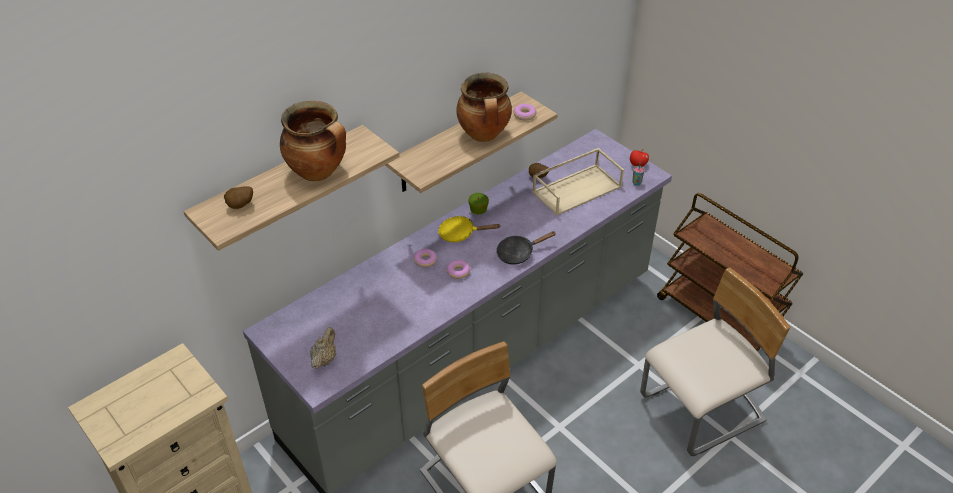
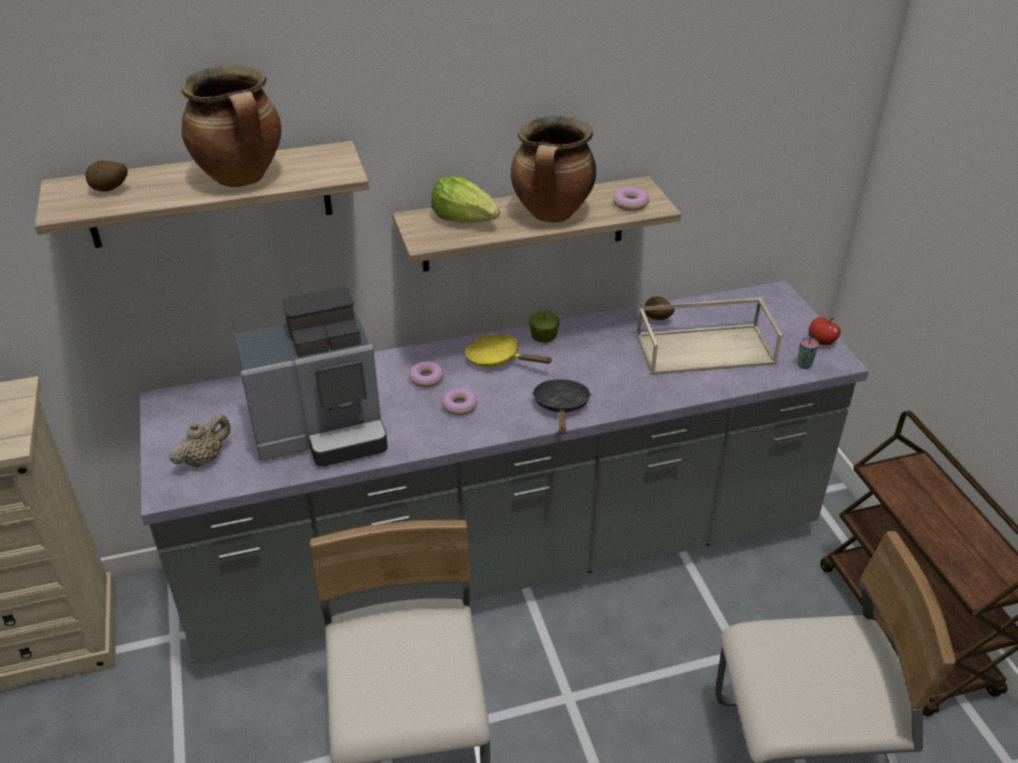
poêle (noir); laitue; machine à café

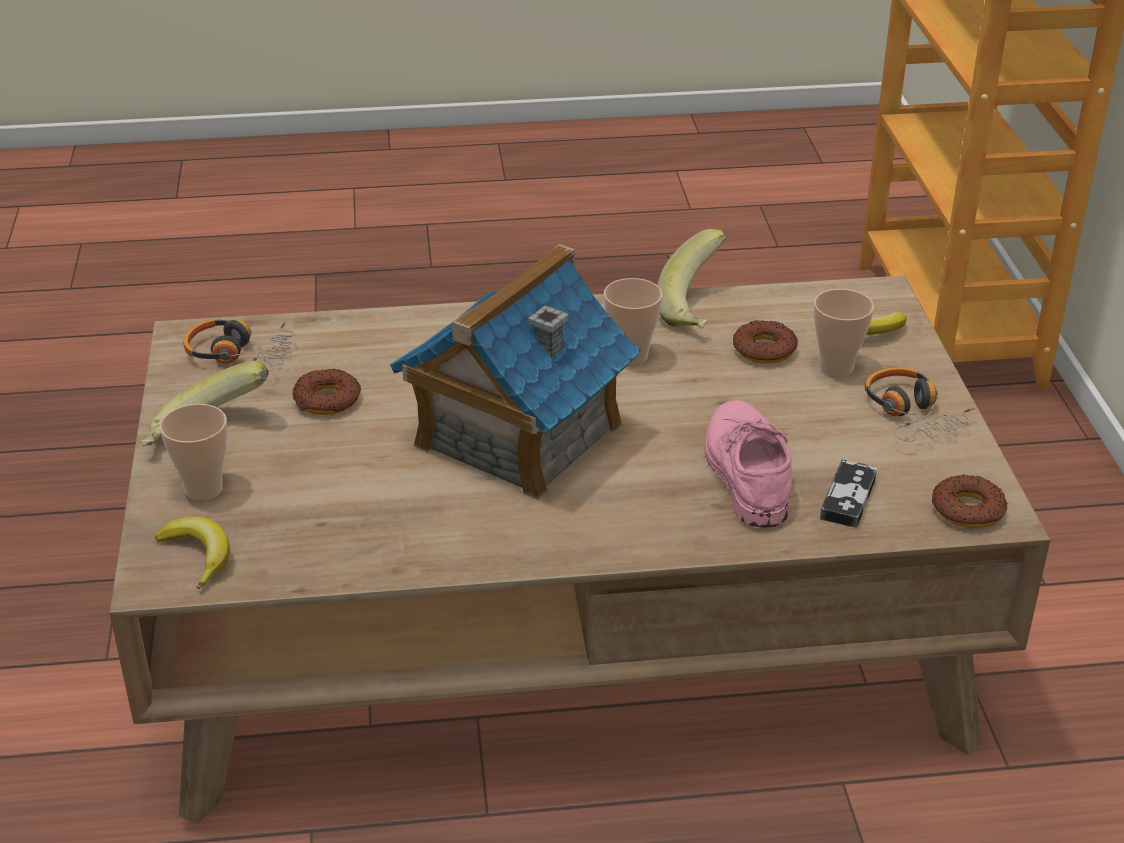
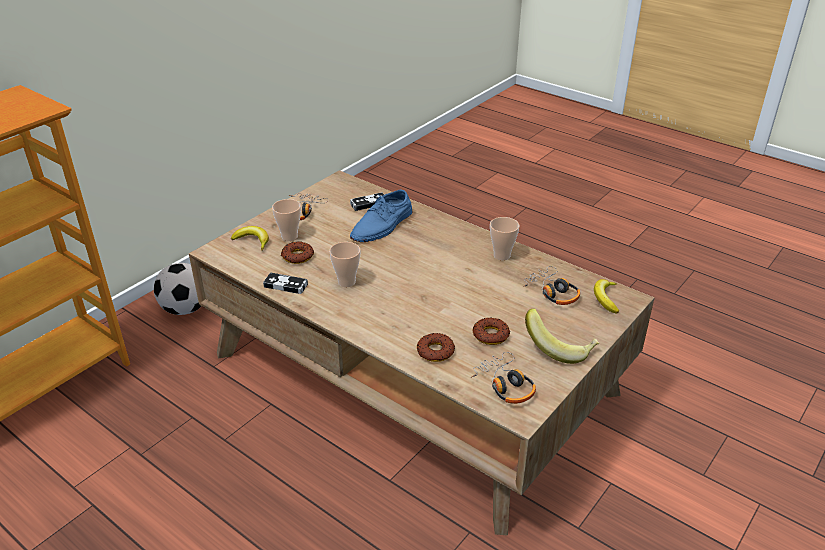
manette (no. 1 from left); maison miniature; chaussure (bleu); tasse (no. 3 from left); beignet (no. 2 from left); ballon de foot; casque audio (no. 3 from left)

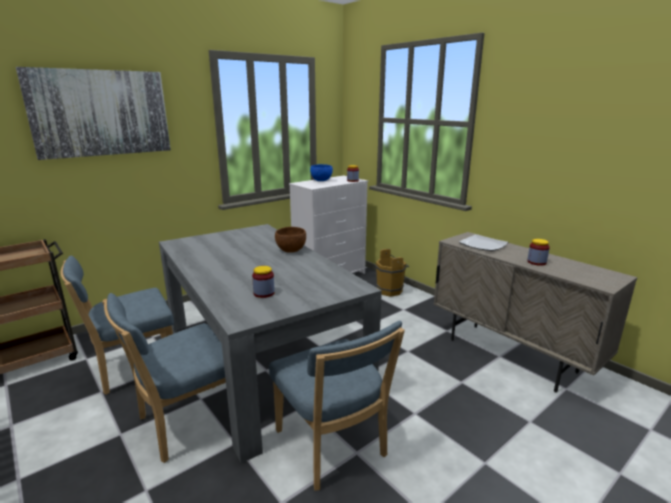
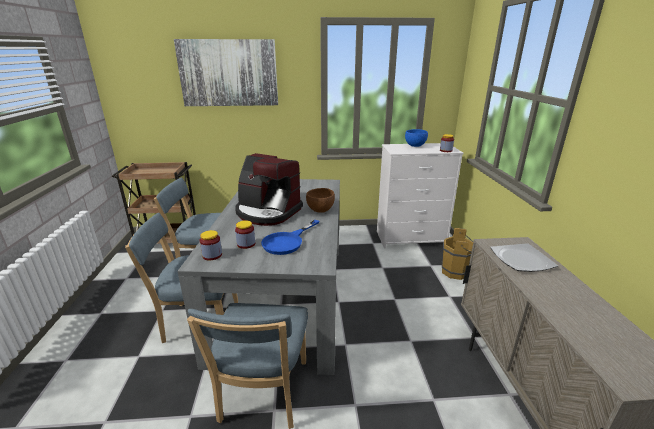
bocal (no. 1 from left); machine à café; poêle (bleu)

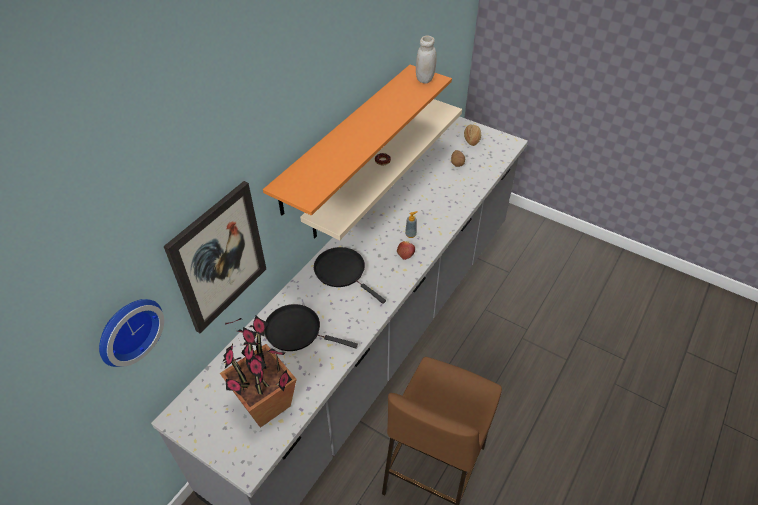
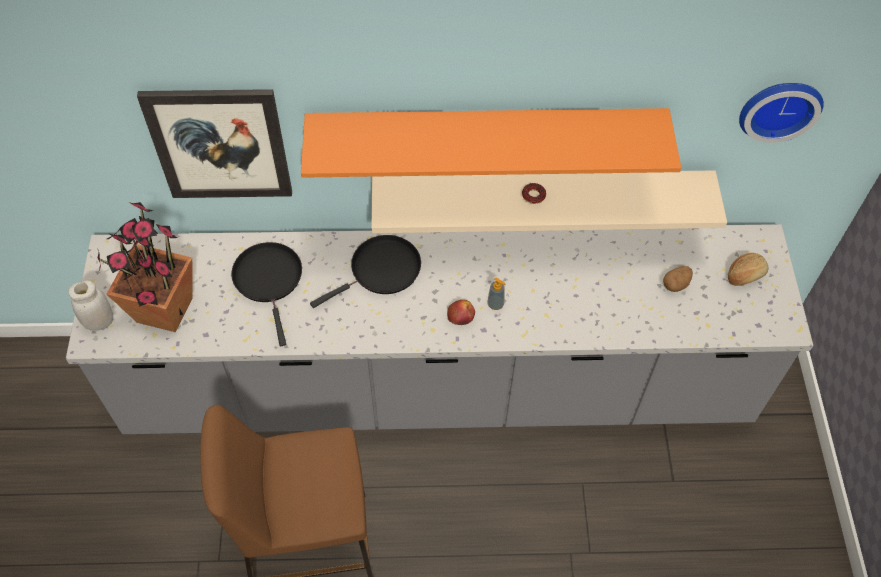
bocal (blanc); poêle (noir) (no. 2 from left); horloge murale

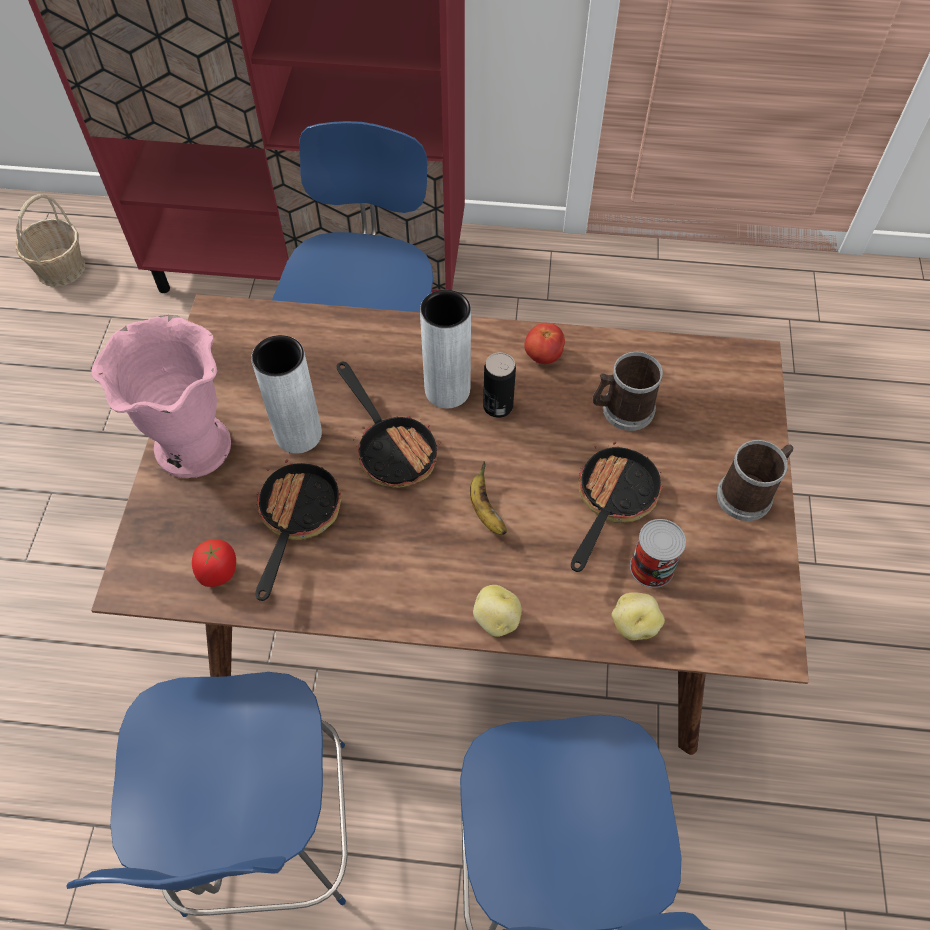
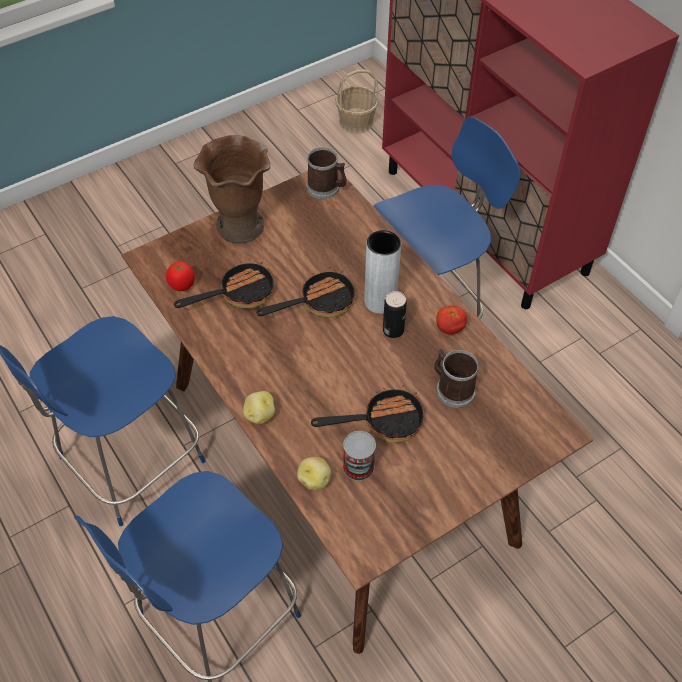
vase (marron); vase (gris) (no. 1 from left in the first image); poêle (no. 2 from left); mug (no. 1 from left); banane

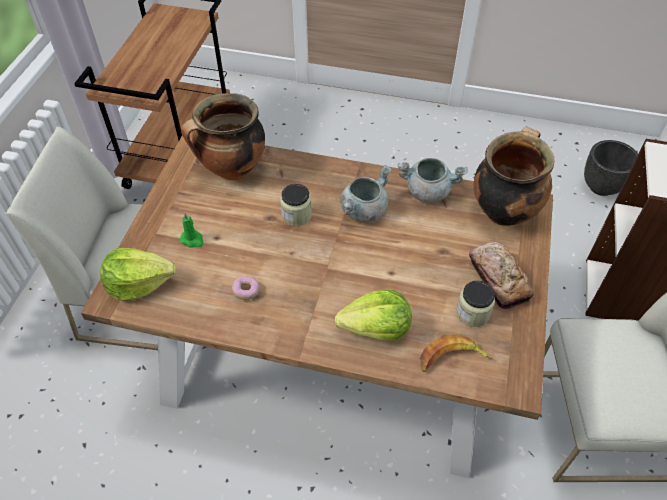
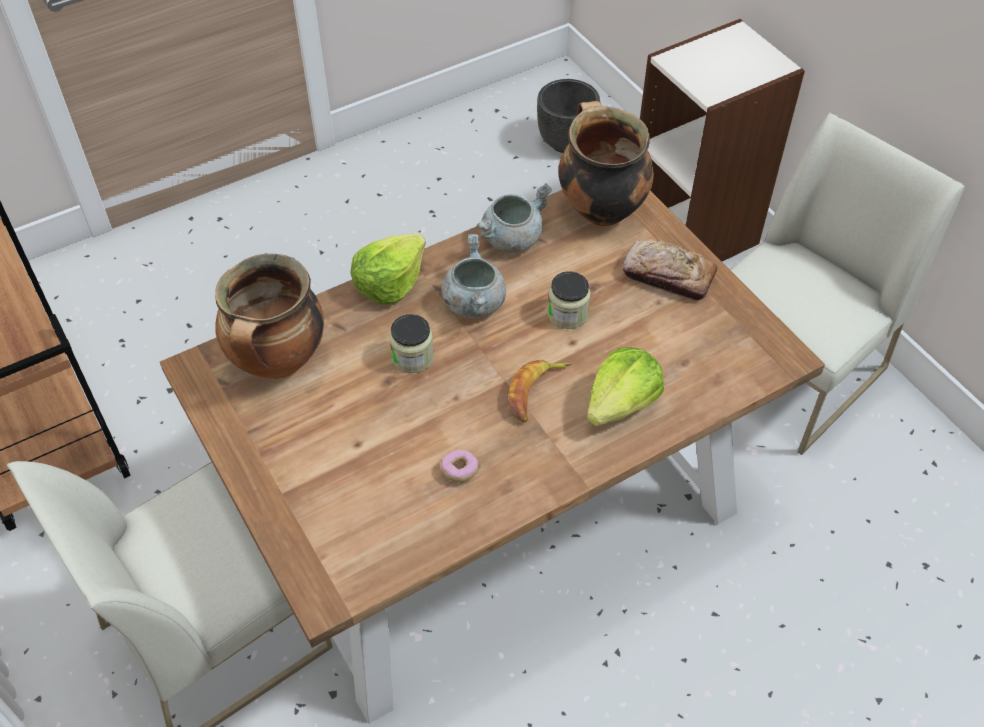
bougie (vert); laitue (no. 1 from left); bocal (no. 2 from left); banane

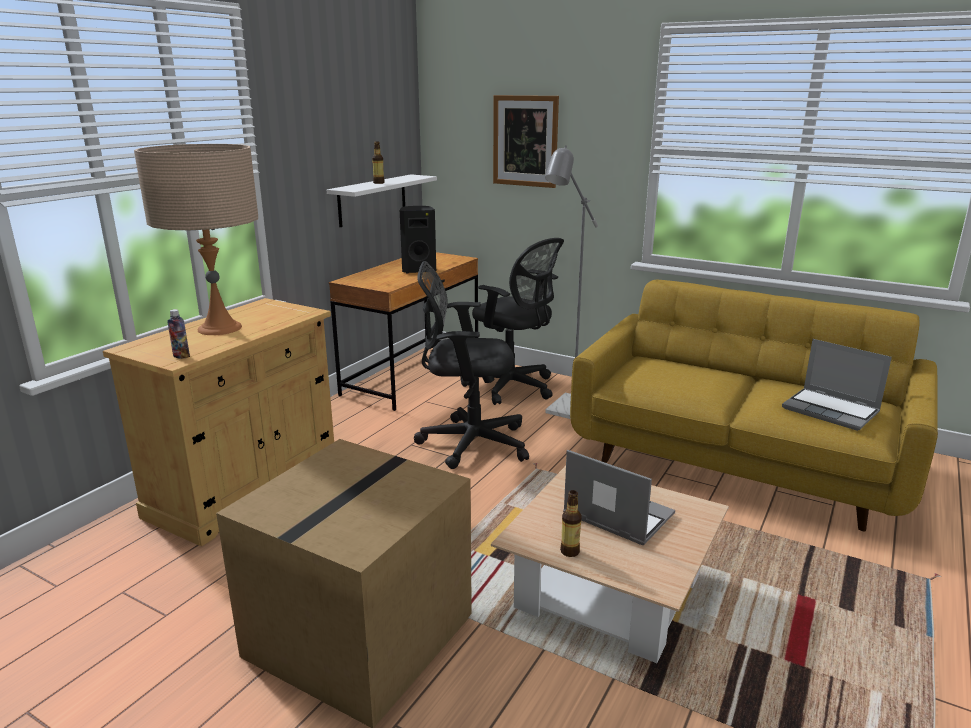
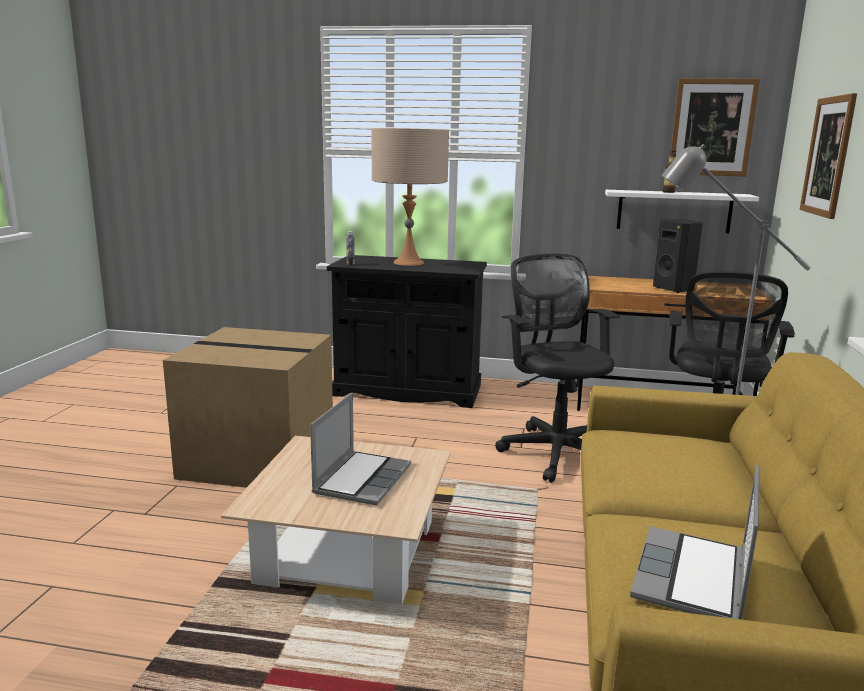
meuble de rangement (noir); bouteille (no. 3 from left in the first image); tableau (no. 1 from left)

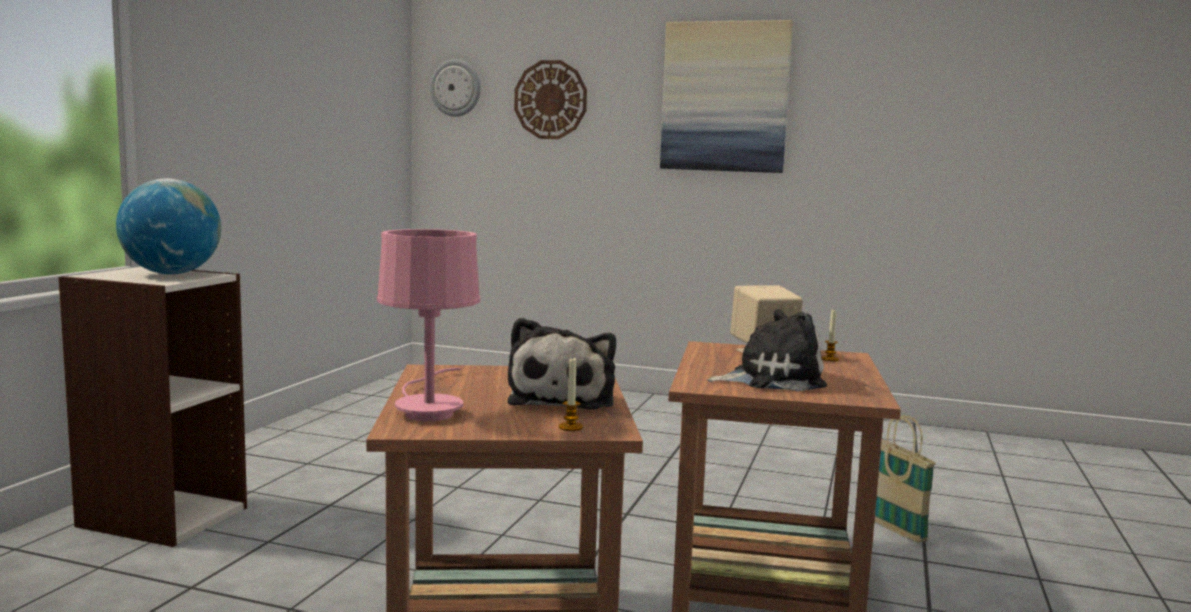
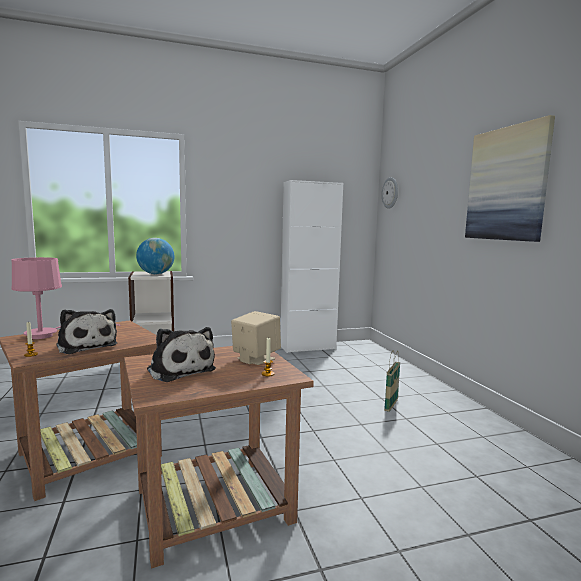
horloge murale (no. 2 from left in the first image); peluche (no. 1 from left); panier; meuble de rangement (blanc)

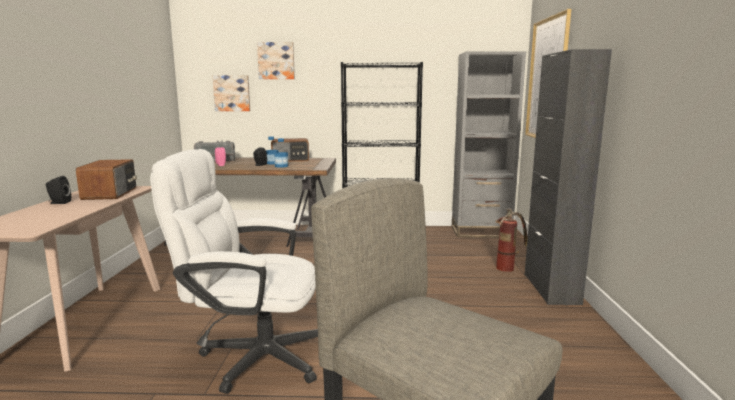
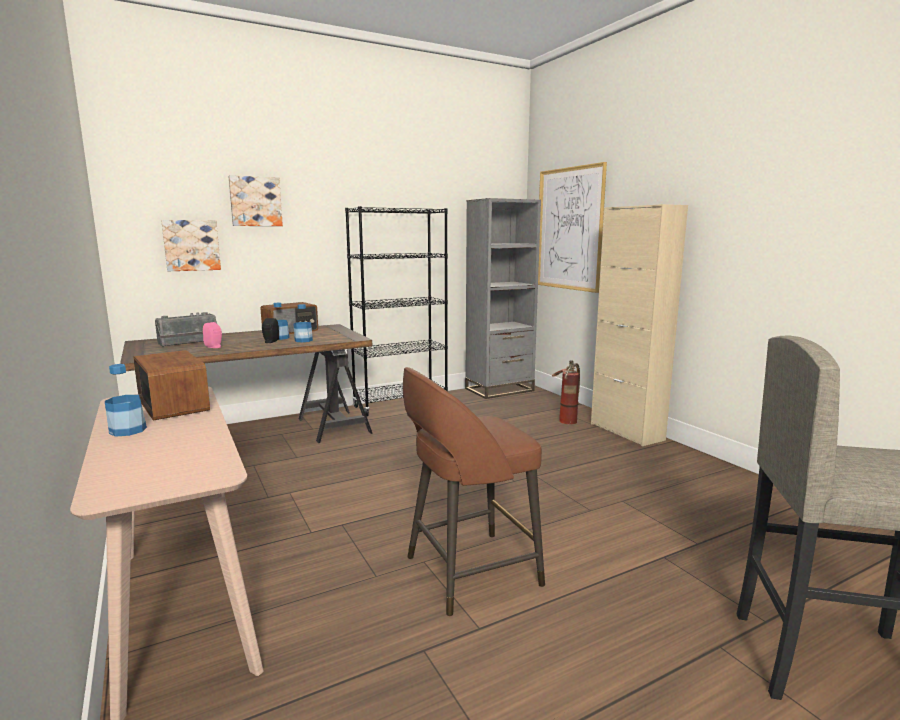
meuble de rangement (beige); tabouret (marron); bouteille (no. 1 from left)

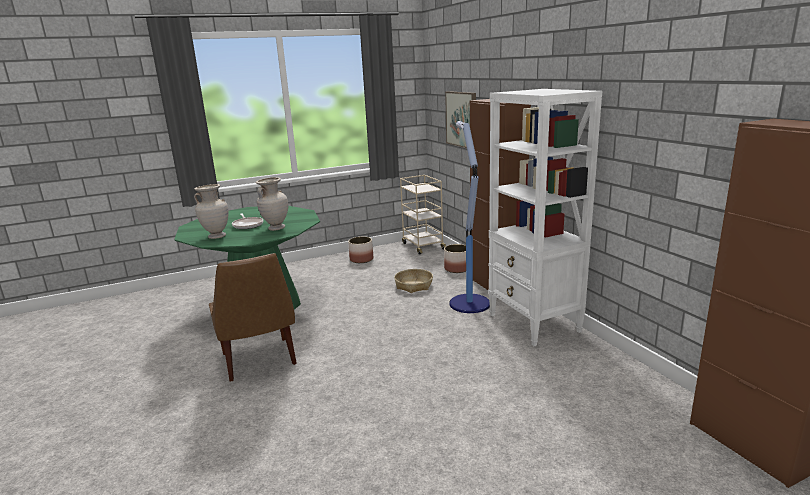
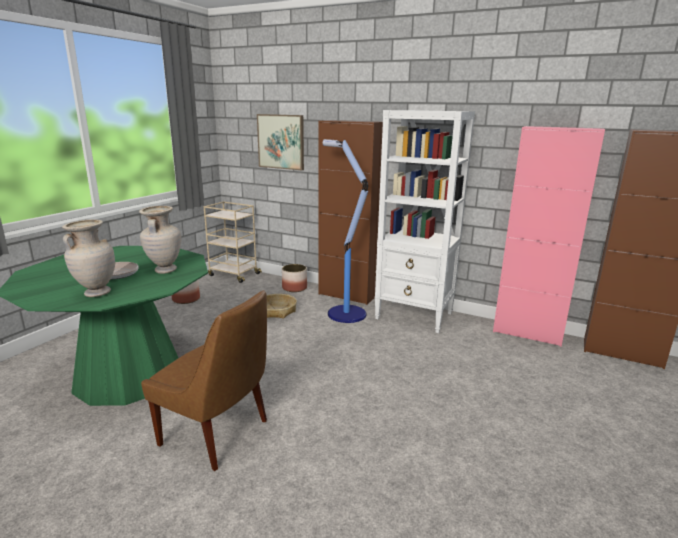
meuble de rangement (rose)

